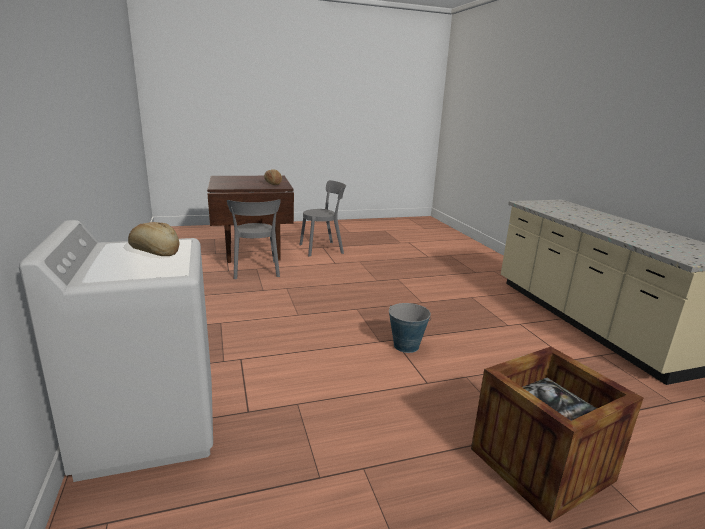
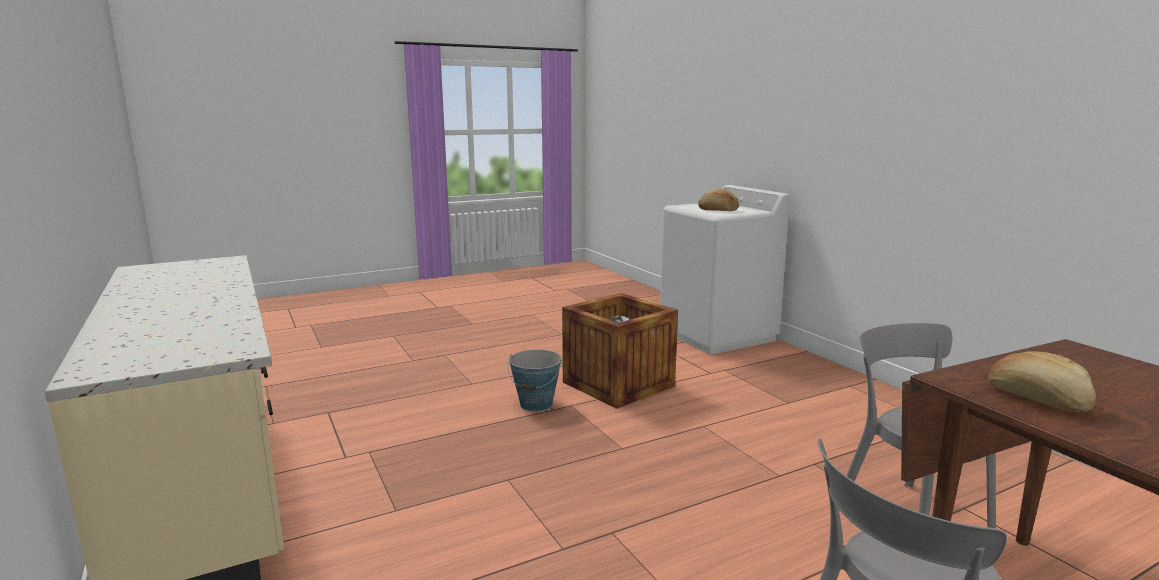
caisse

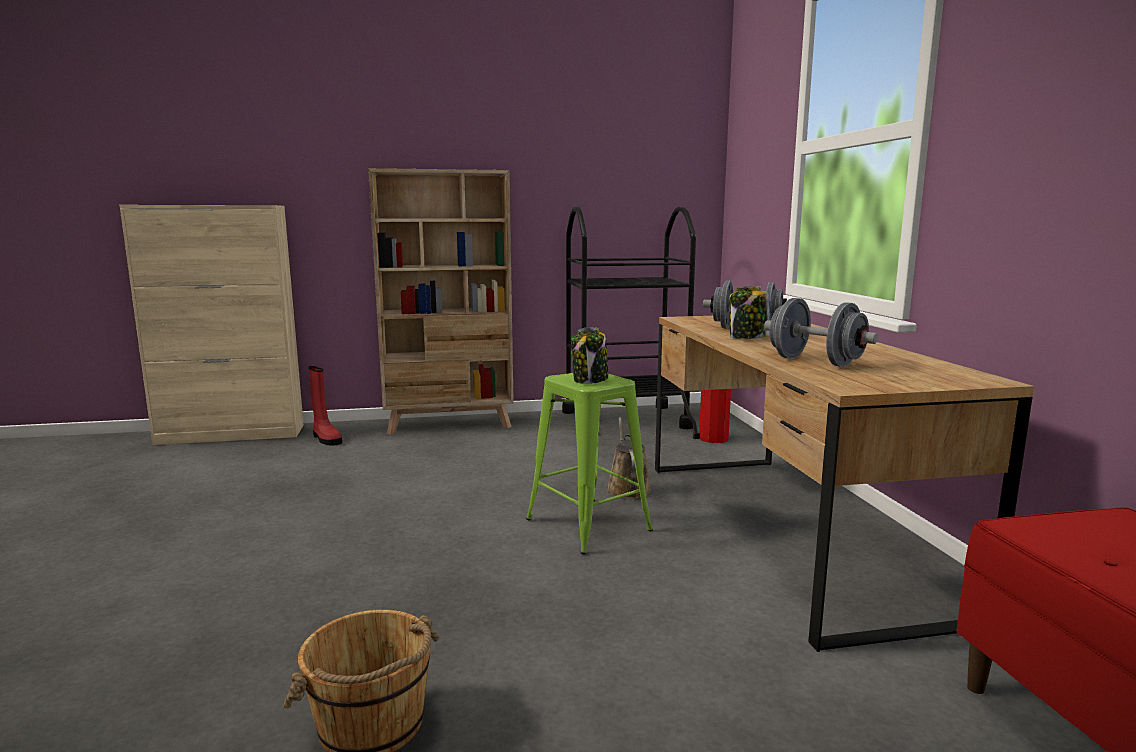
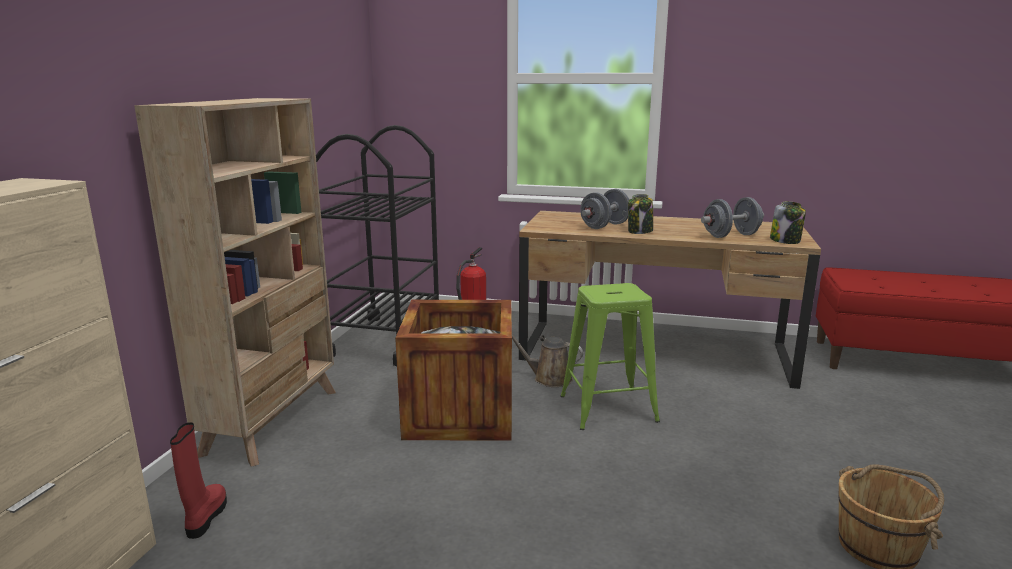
bocal (no. 2 from left); botte (rouge); caisse

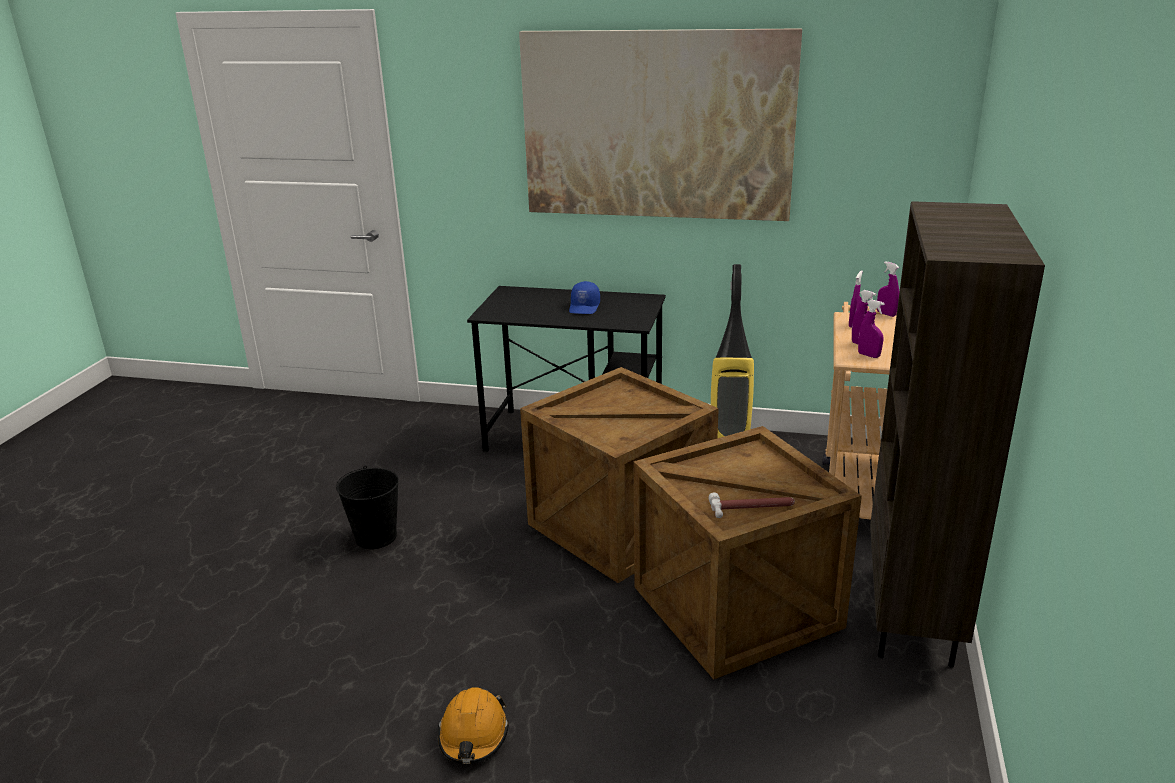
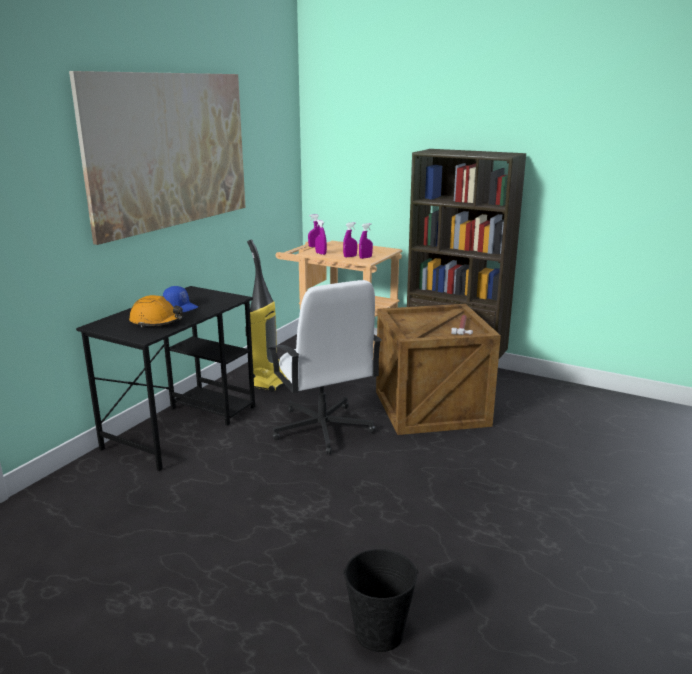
chaise de bureau (blanc); seau (noir); casque de chantier (orange)

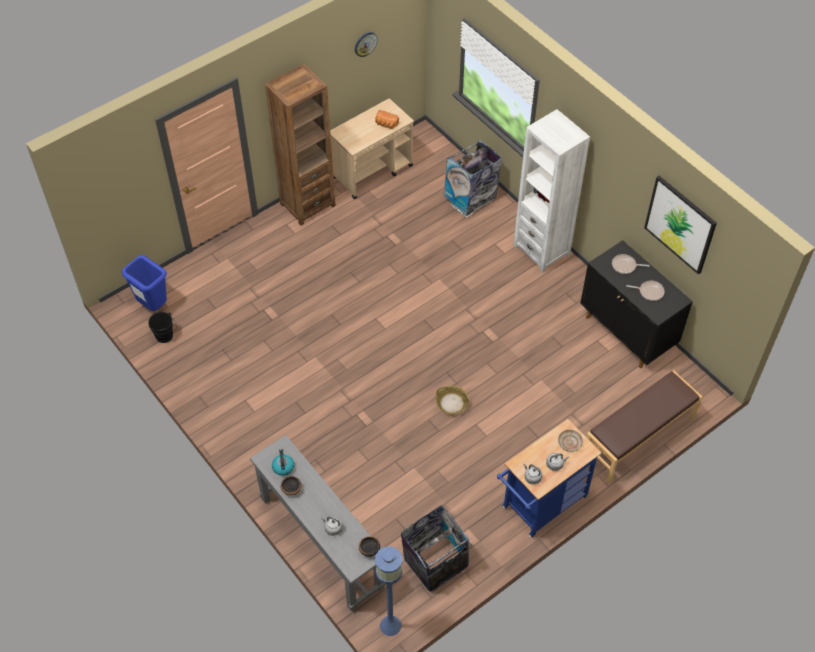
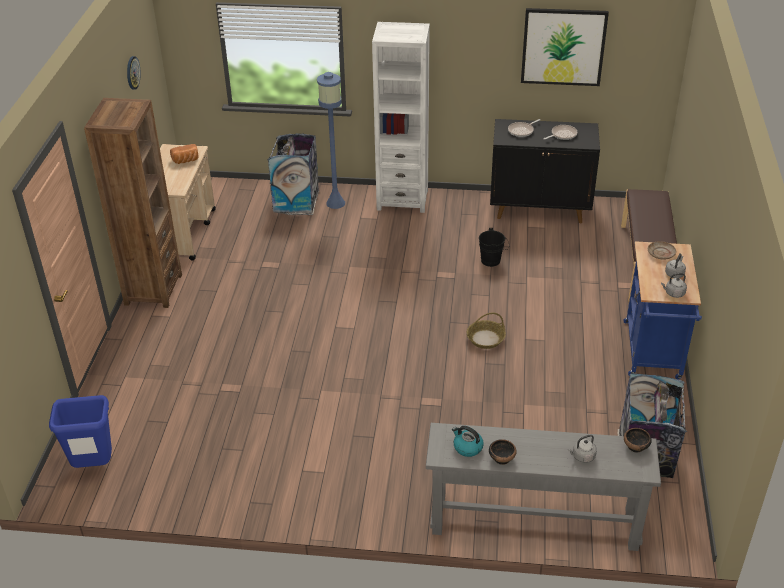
seau (noir); lampadaire (bleu)

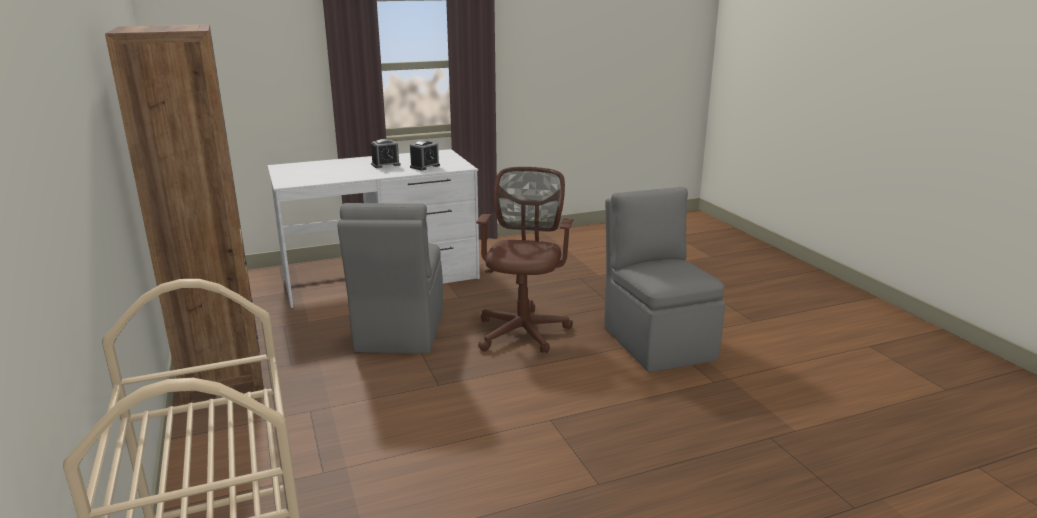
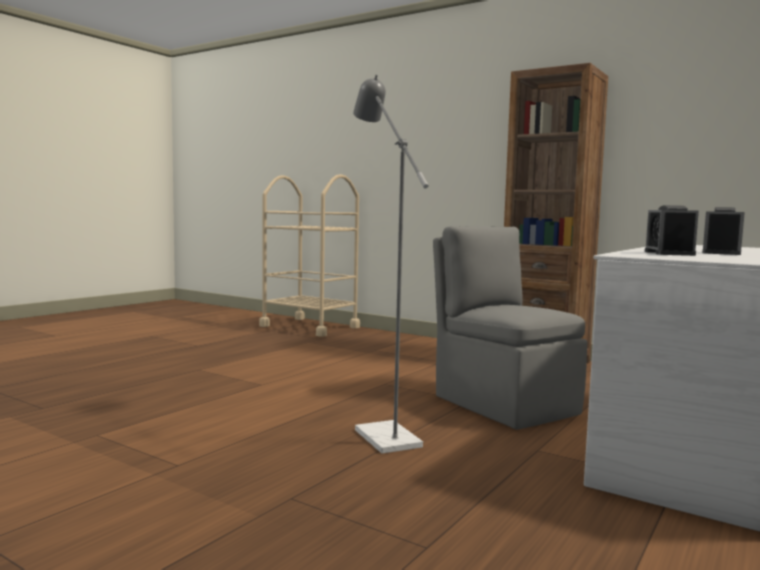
lampadaire (gris); chaise (gris) (no. 2 from left in the first image)

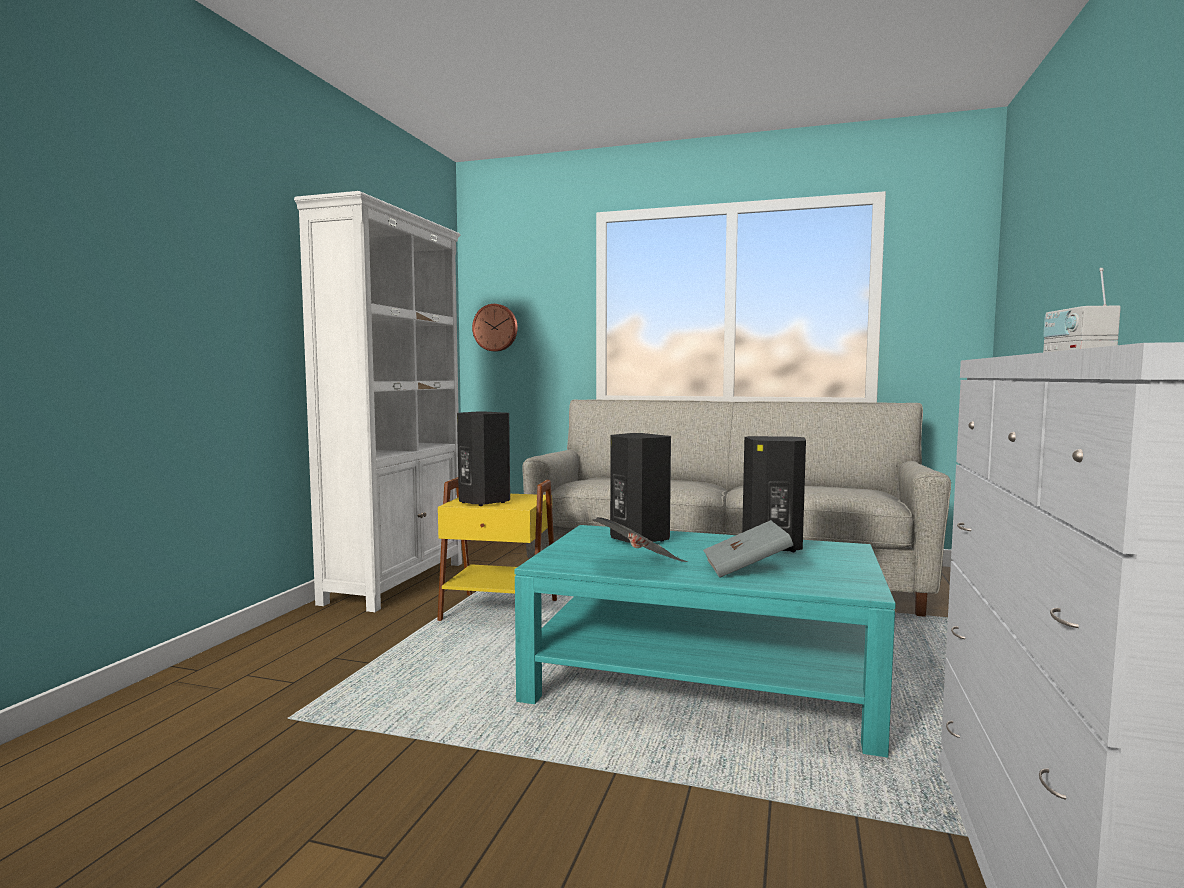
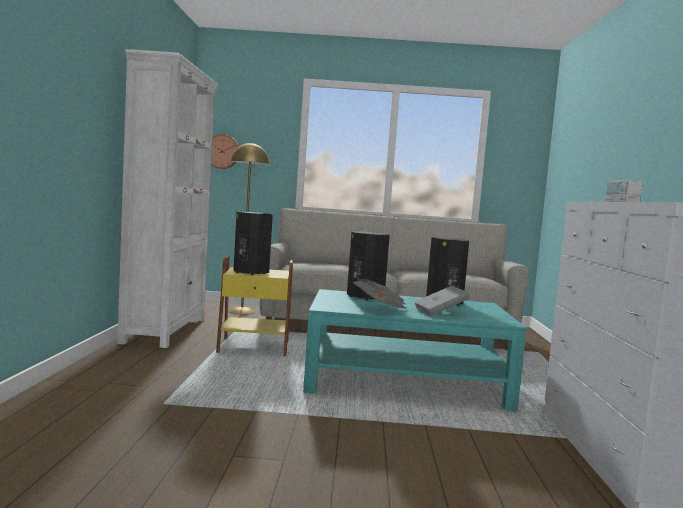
lampadaire (jaune)

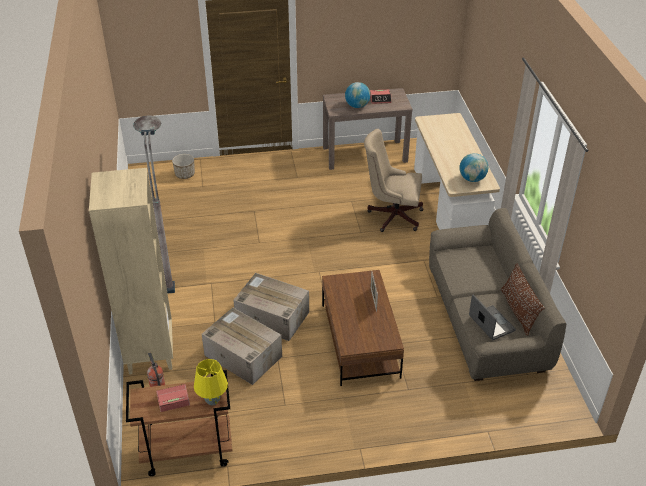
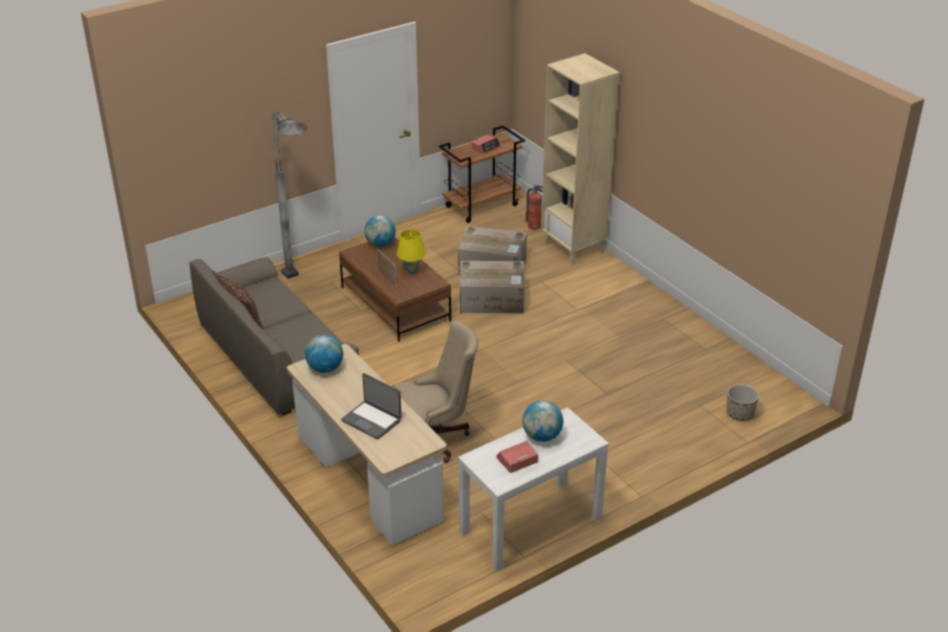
table console (blanc); lampadaire (gris); ordinateur portable; lampe de table (jaune); globe (no. 2 from left)

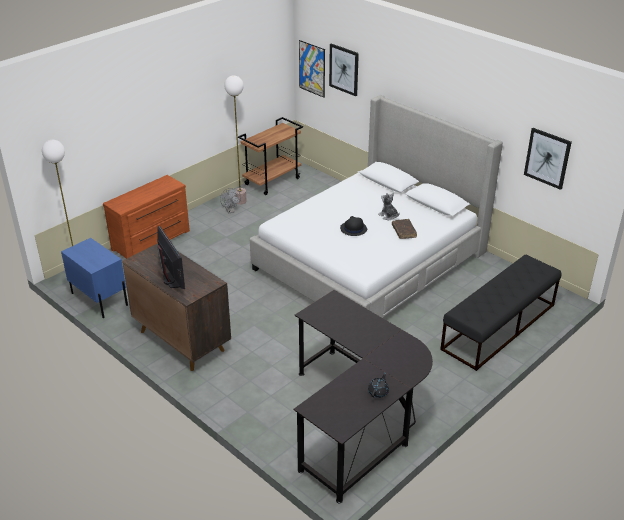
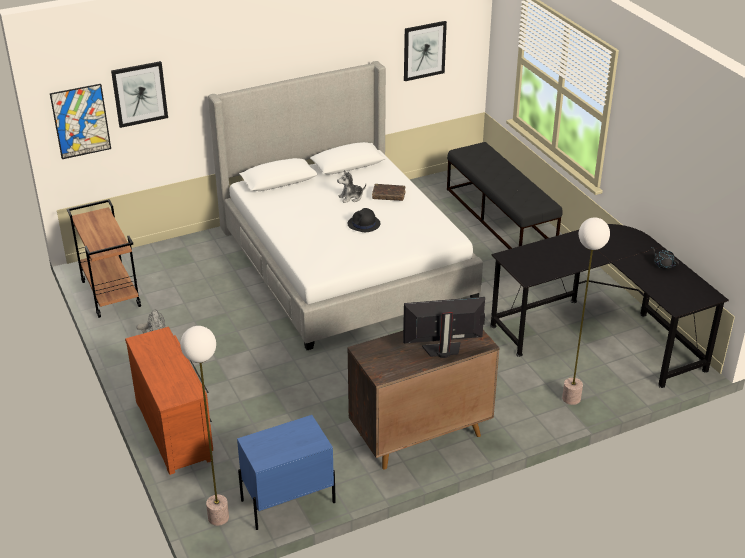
lampadaire (no. 2 from left)

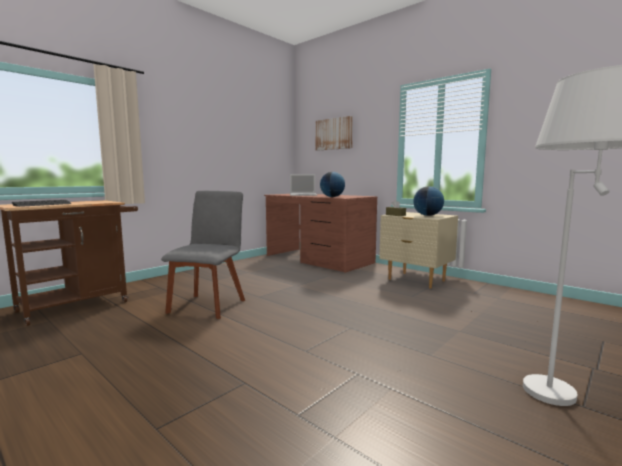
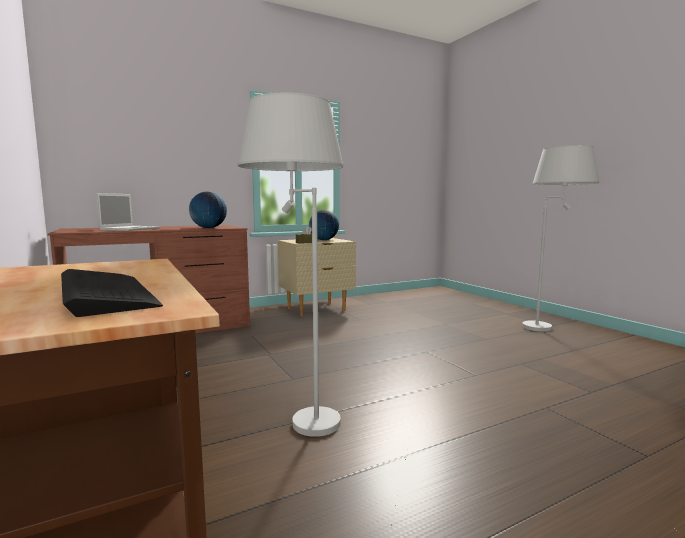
tableau; lampadaire (blanc) (no. 1 from left)

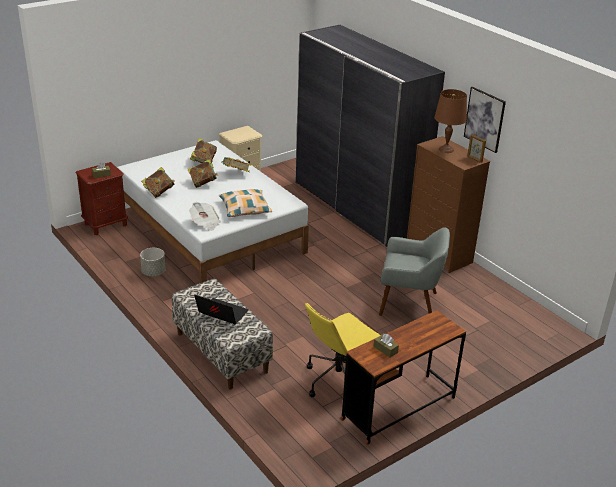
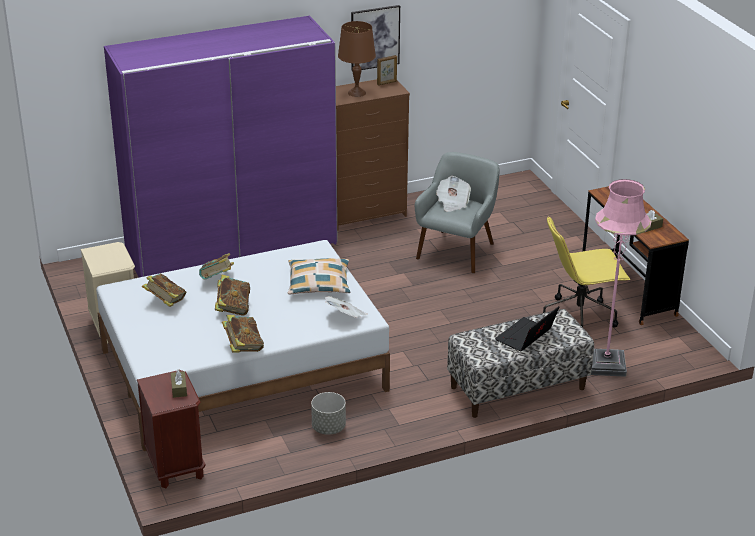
armoire (violet); chaise de bureau (jaune); journal (no. 2 from left); lampadaire (rose)

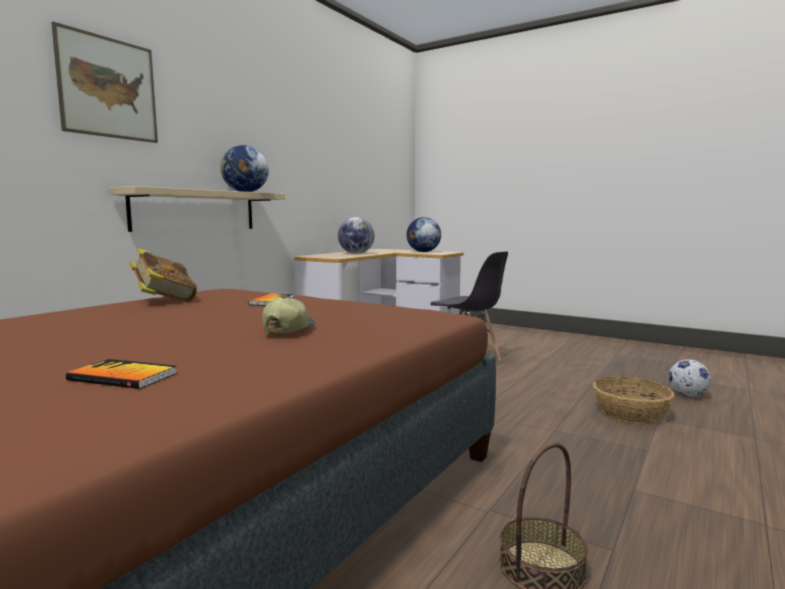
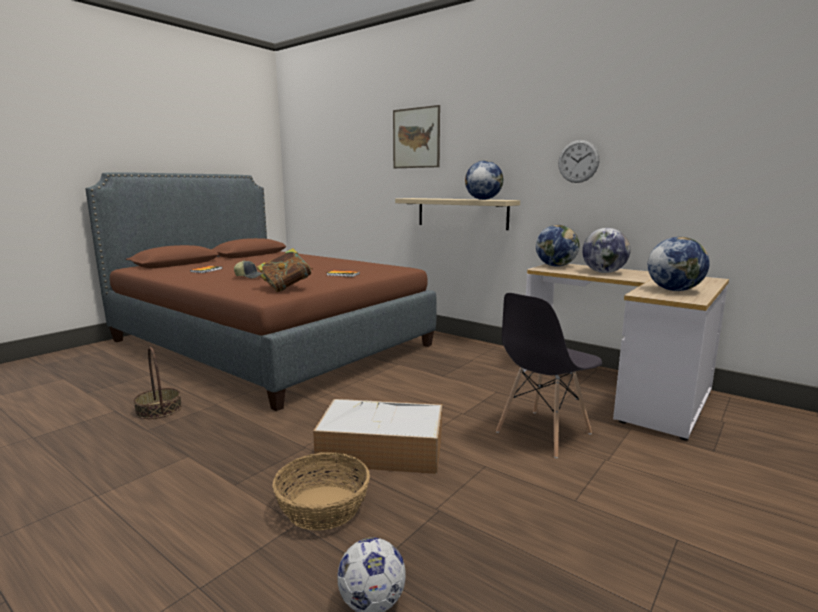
livre (no. 2 from left); horloge murale; globe (no. 2 from left); boîte de rangement

